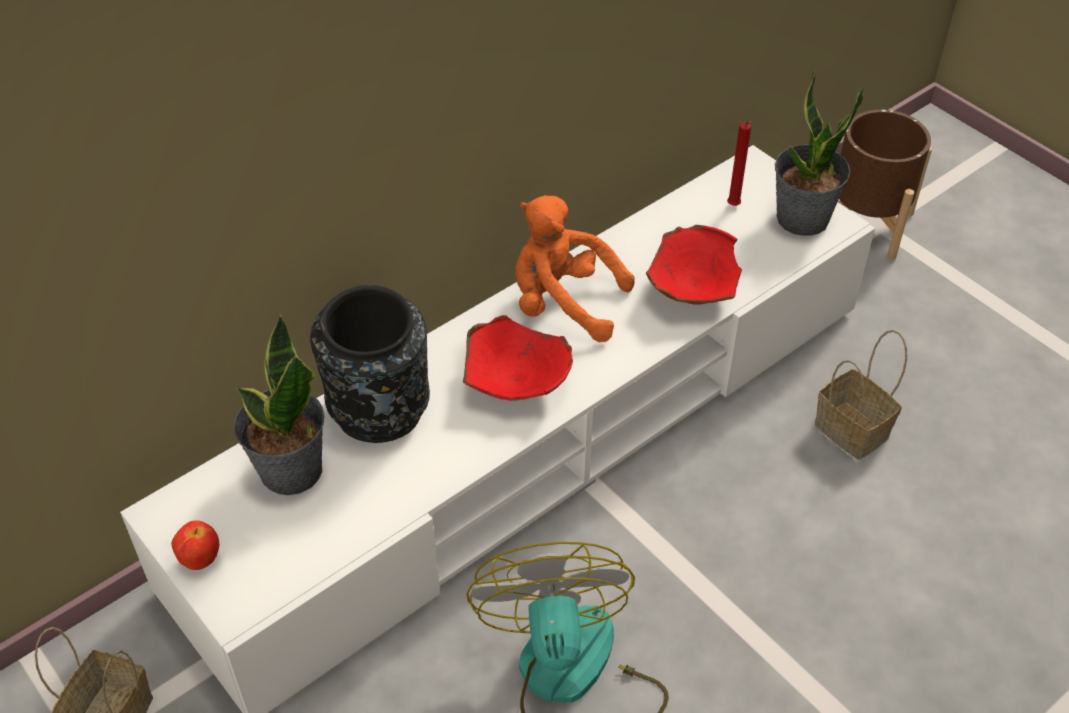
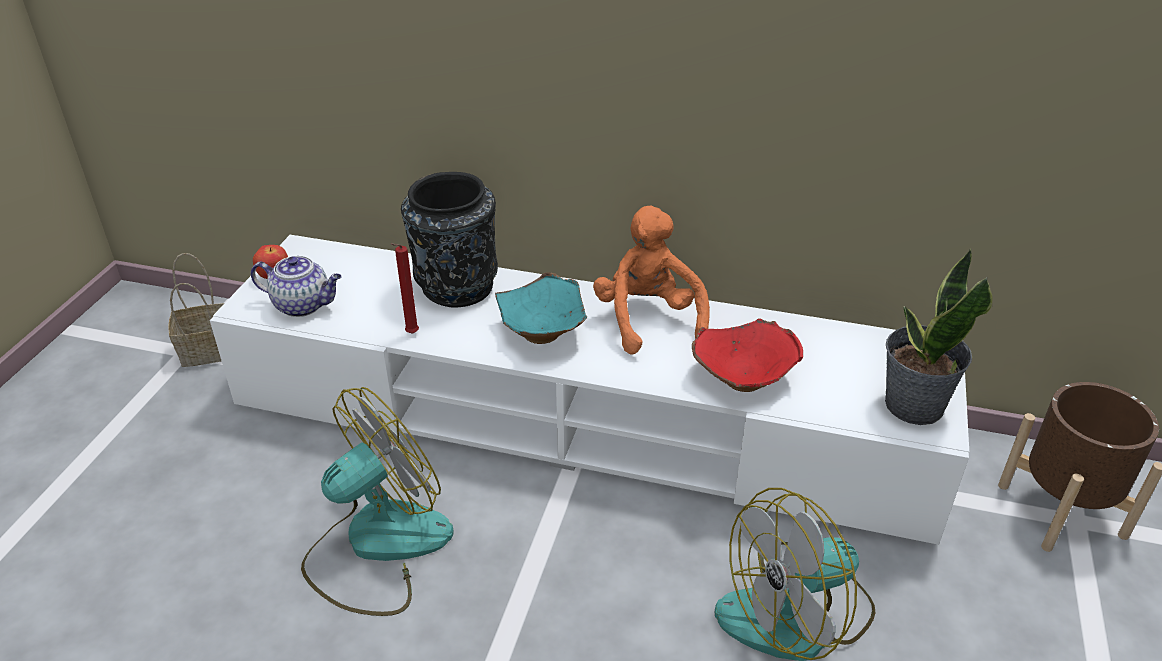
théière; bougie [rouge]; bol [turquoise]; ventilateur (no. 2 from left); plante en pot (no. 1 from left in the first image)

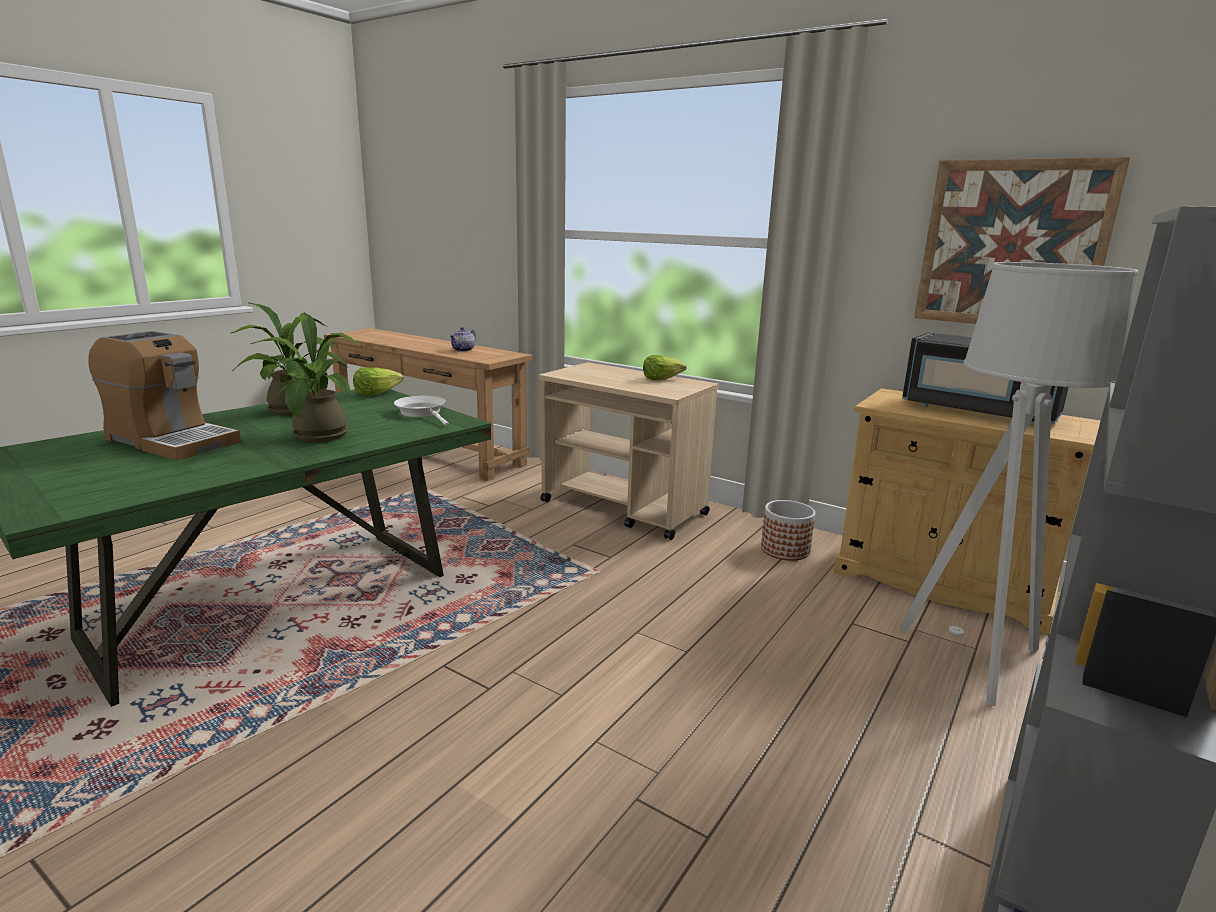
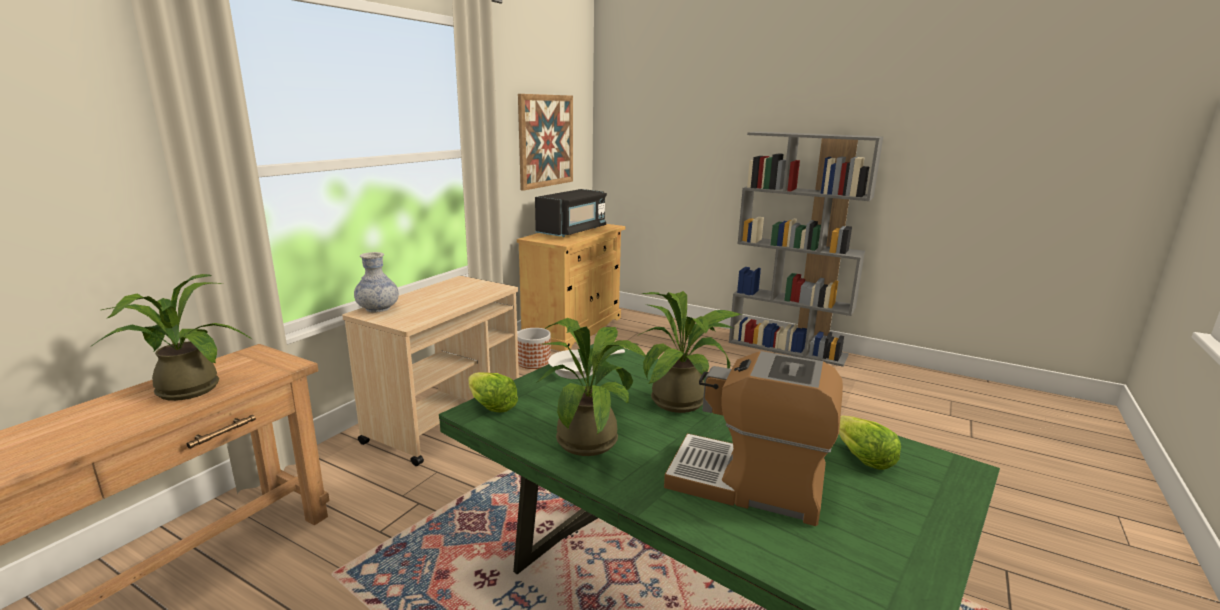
plante en pot (no. 1 from left); vase; machine à café; laitue (no. 2 from left); lampadaire [gris]

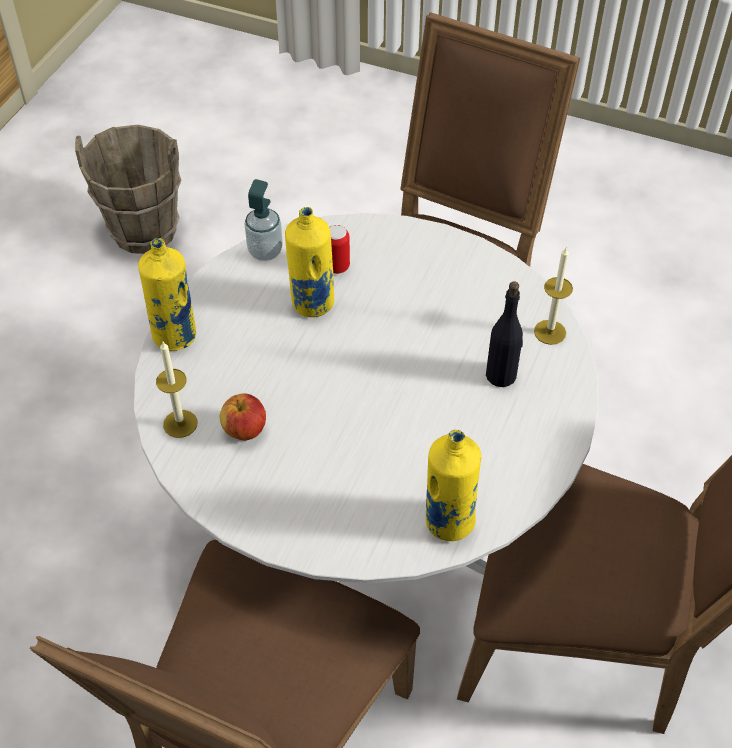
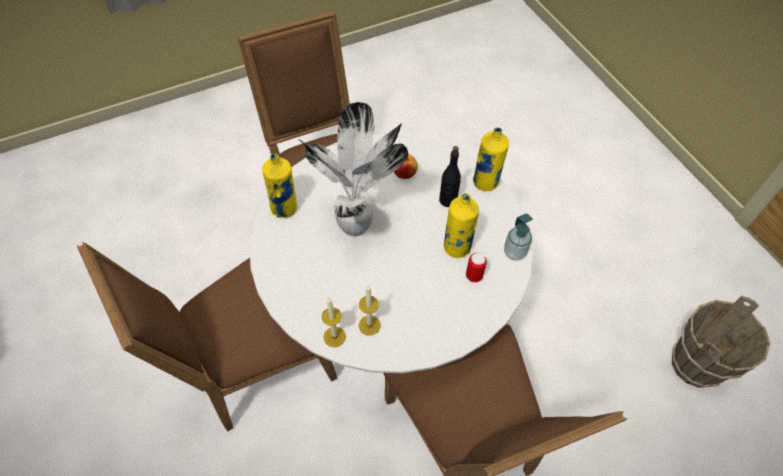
plante en pot; bougie (no. 2 from left); bouteille [noir]

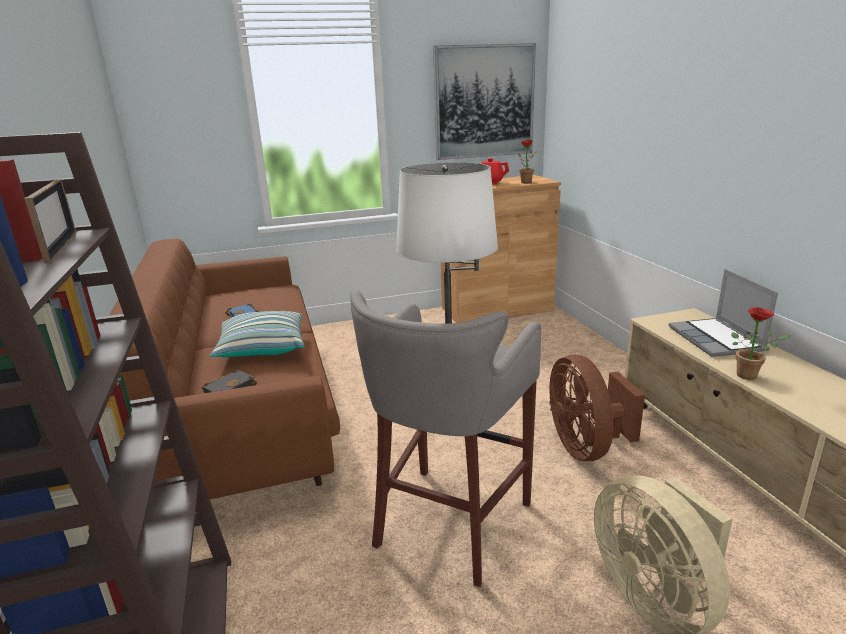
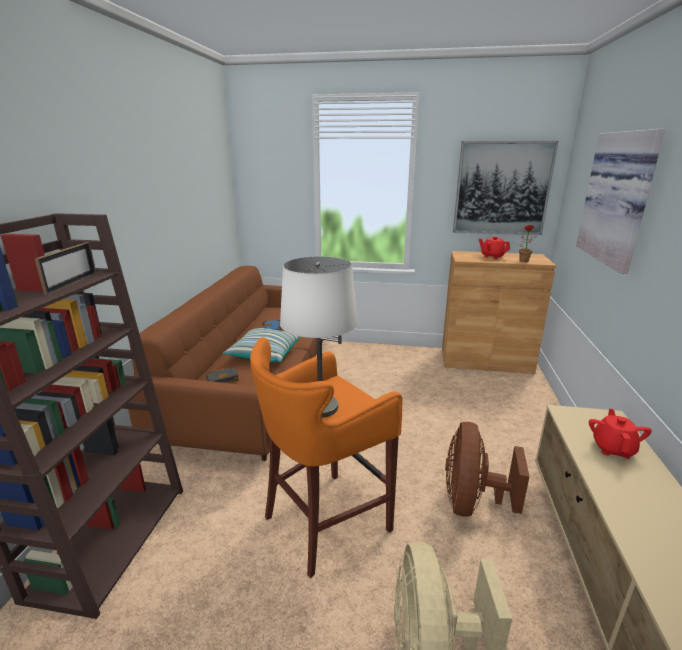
tabouret [orange]; tableau (no. 2 from left); théière [rouge] (no. 2 from left); plante en pot (no. 2 from left in the first image)

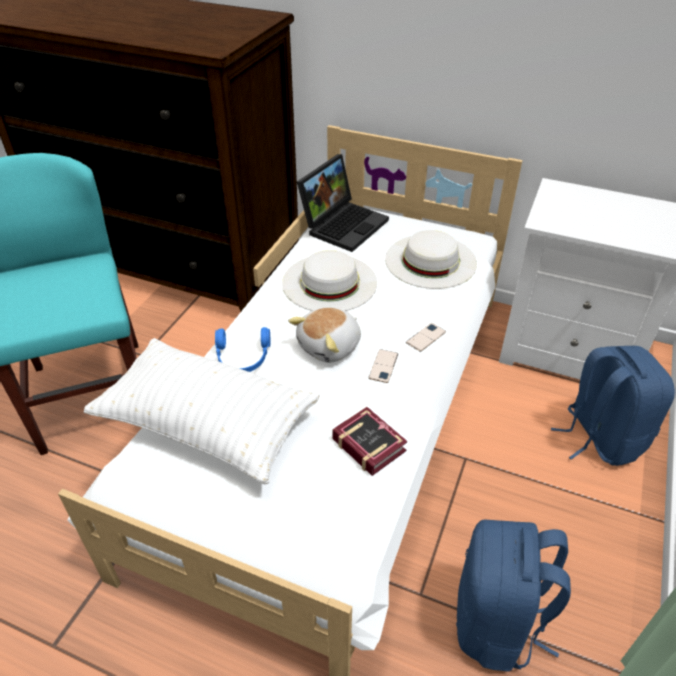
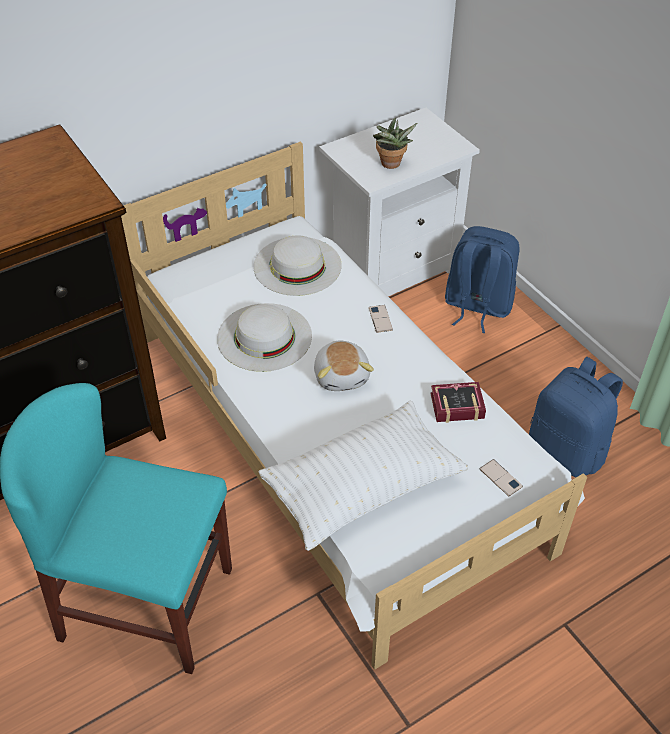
plante en pot; téléphone (no. 2 from left); casque audio [bleu]; ordinateur portable

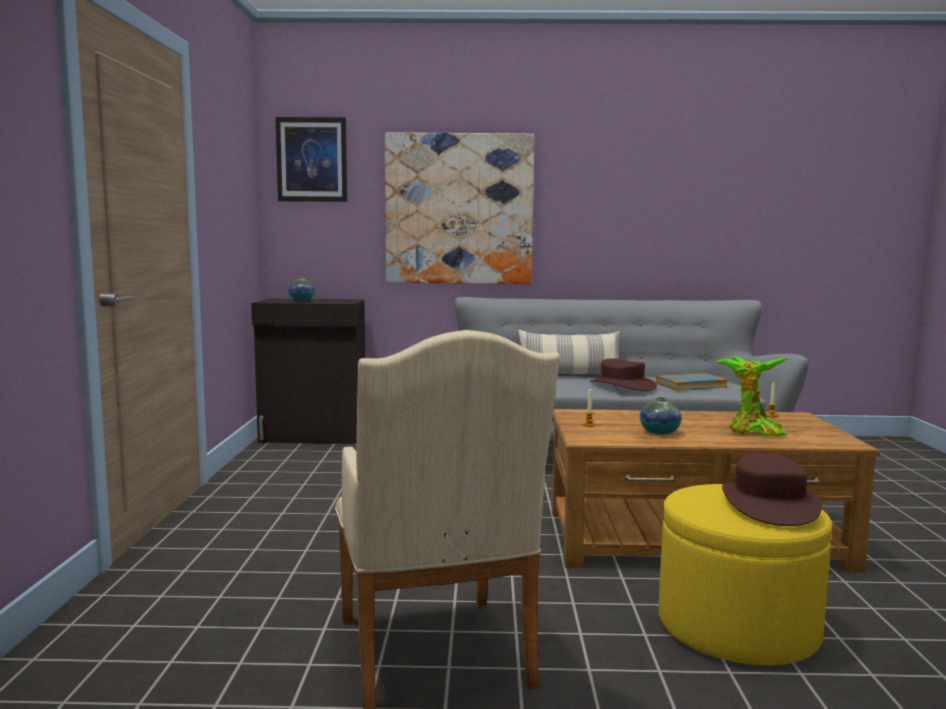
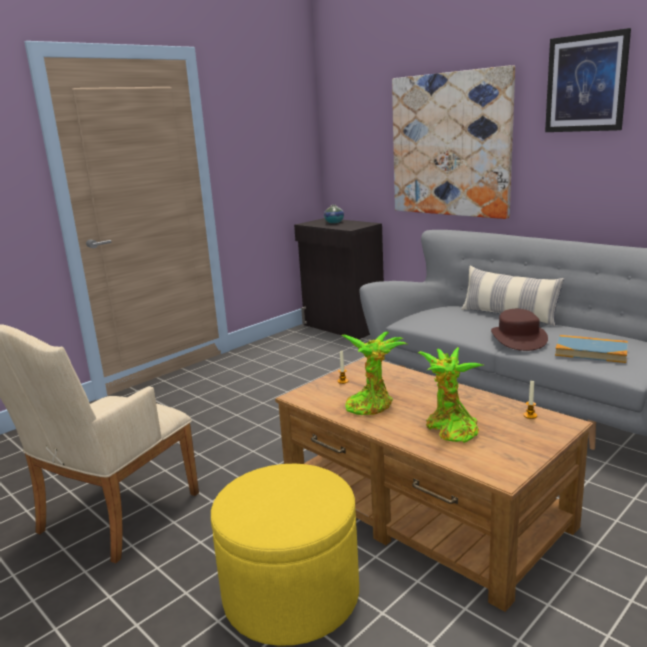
plante en pot (no. 1 from left); tableau (no. 2 from left); chapeau [marron] (no. 2 from left in the first image)

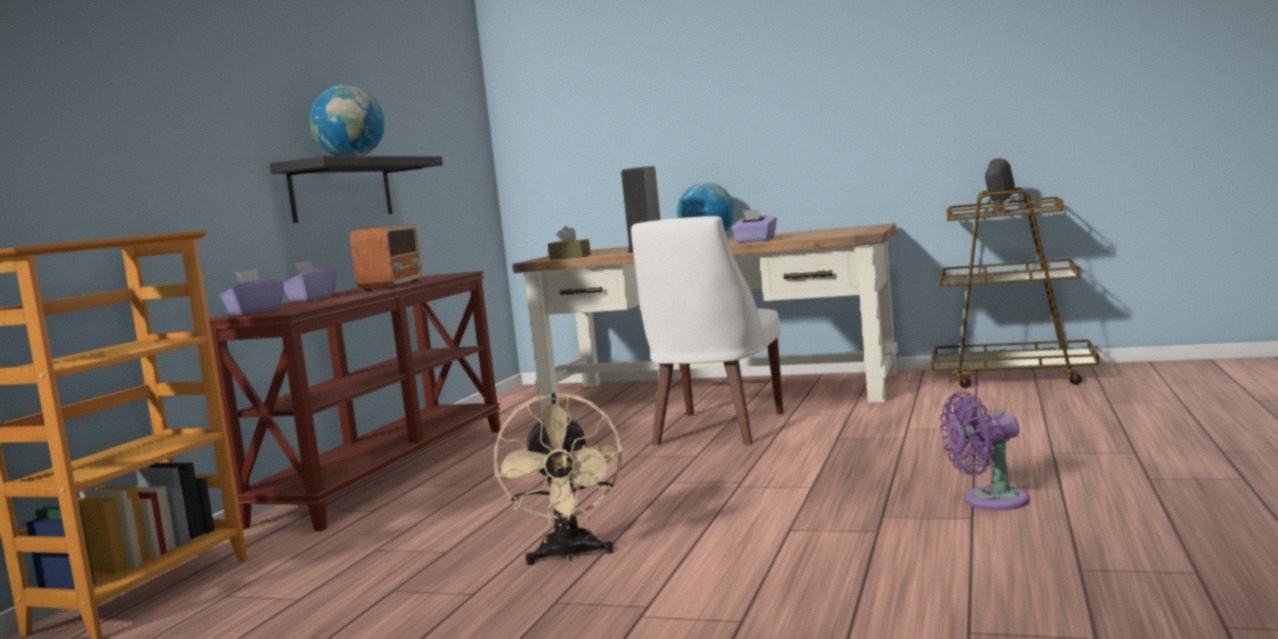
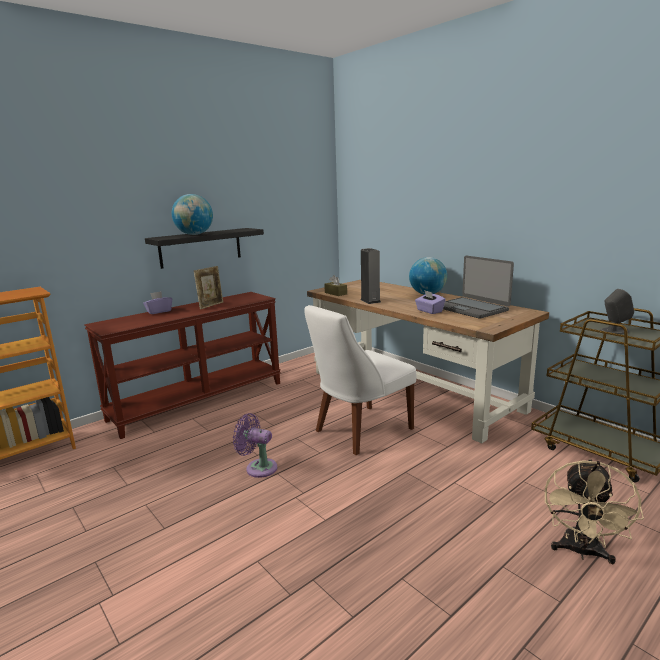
cadre photo; ventilateur [violet]; ordinateur portable; ventilateur [beige]; boîte à mouchoirs [violet] (no. 1 from left in the first image)

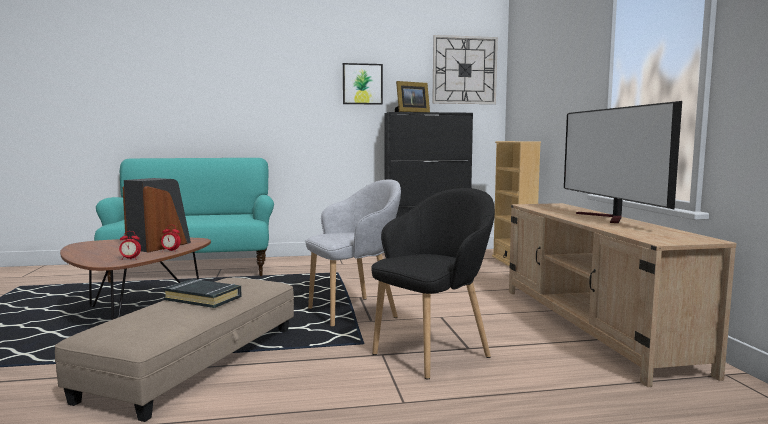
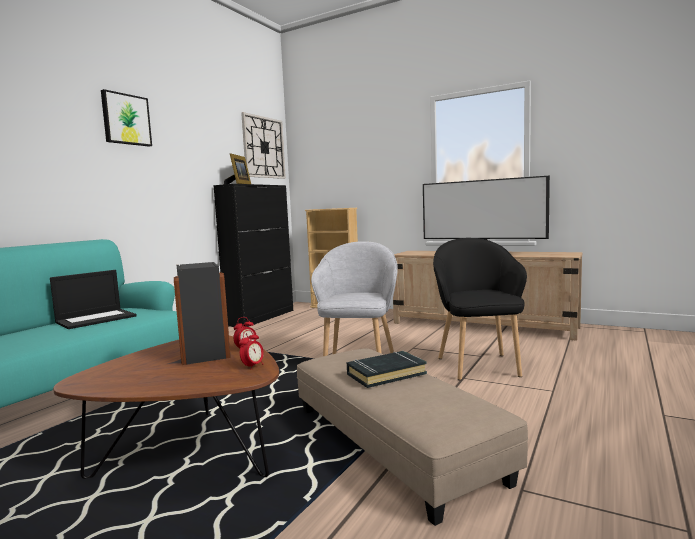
ordinateur portable; tableau

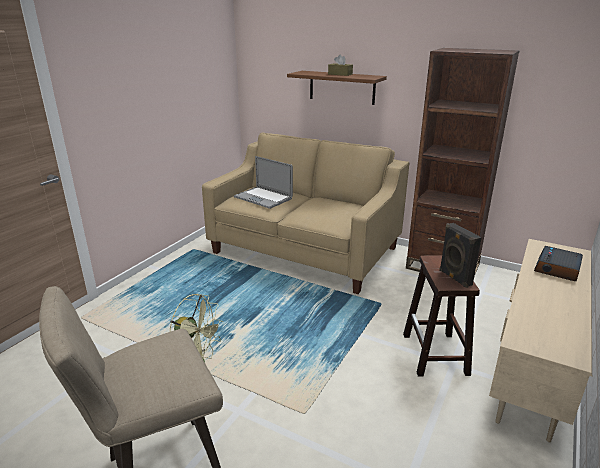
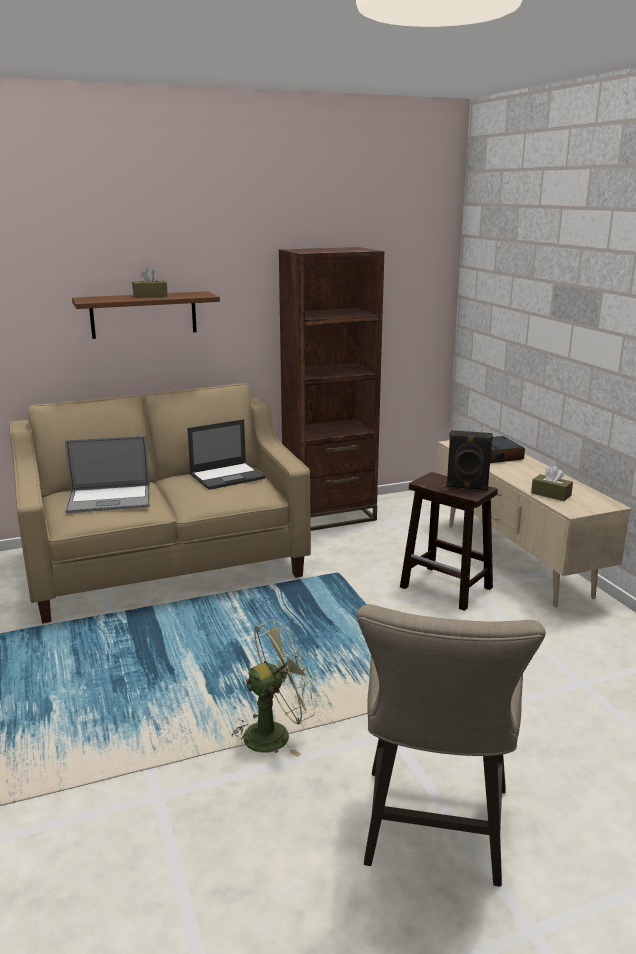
ordinateur portable (no. 2 from left); boîte à mouchoirs [marron] (no. 2 from left)

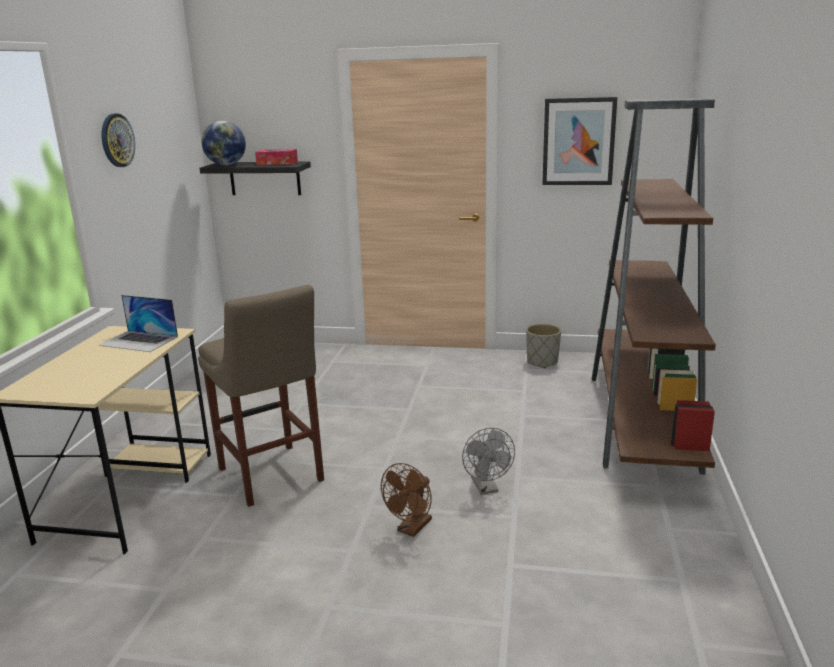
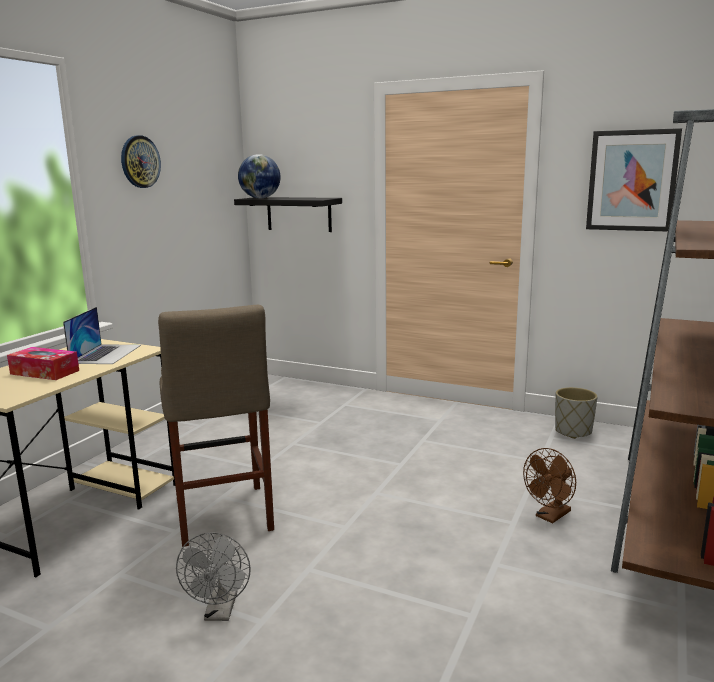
boîte à mouchoirs; ordinateur portable; ventilateur [gris]; ventilateur [marron]

